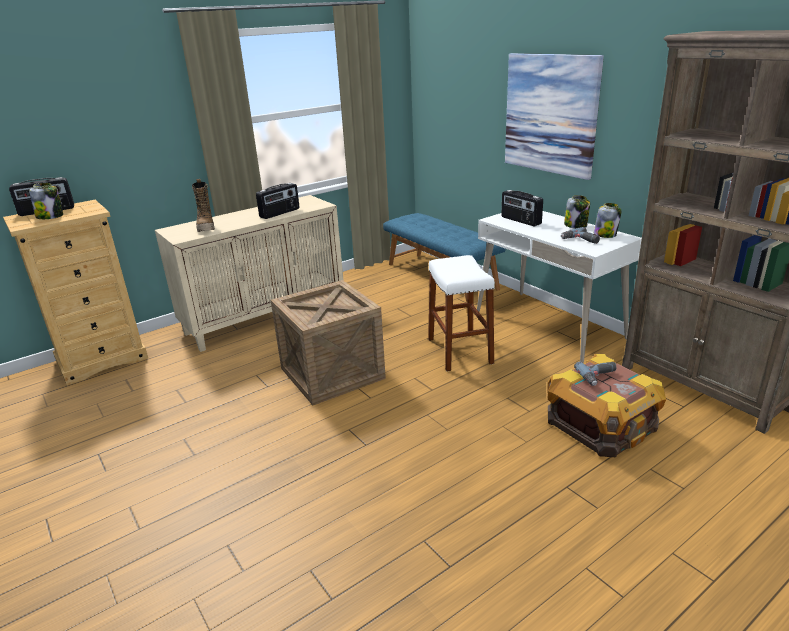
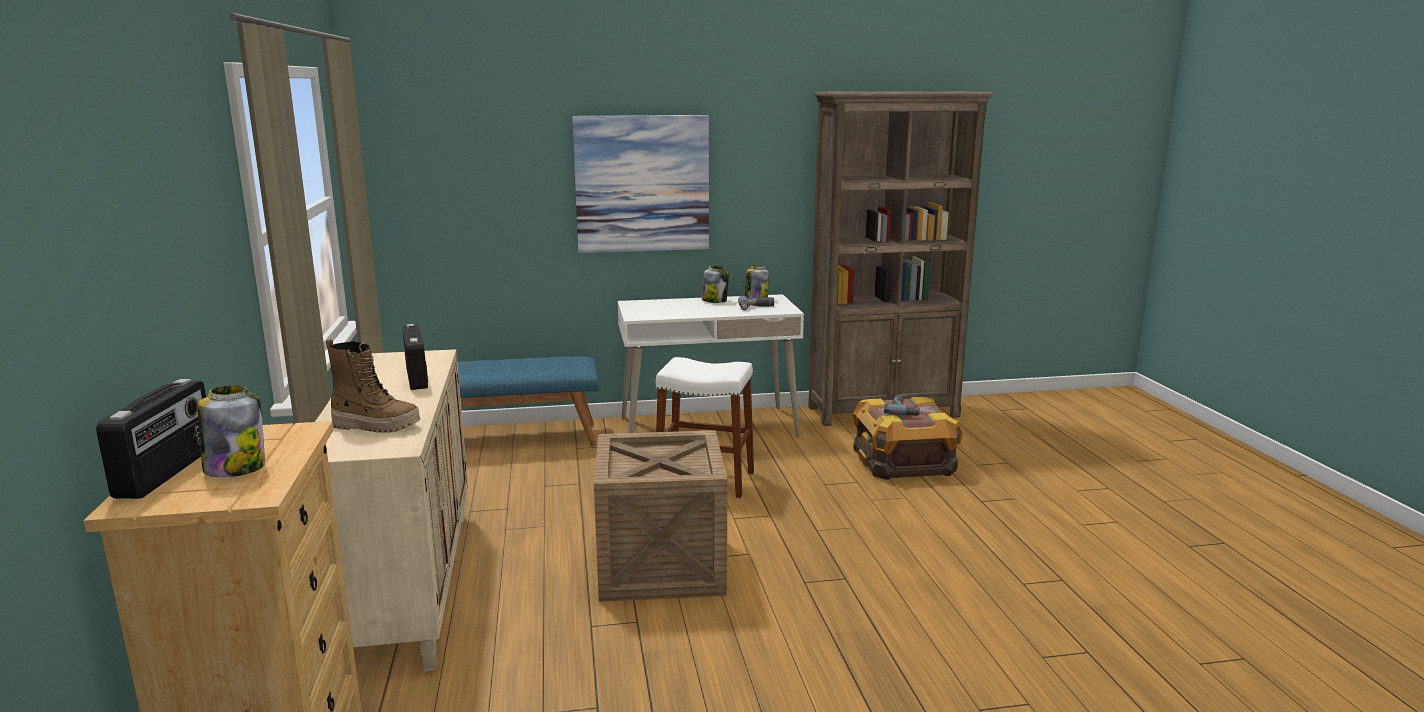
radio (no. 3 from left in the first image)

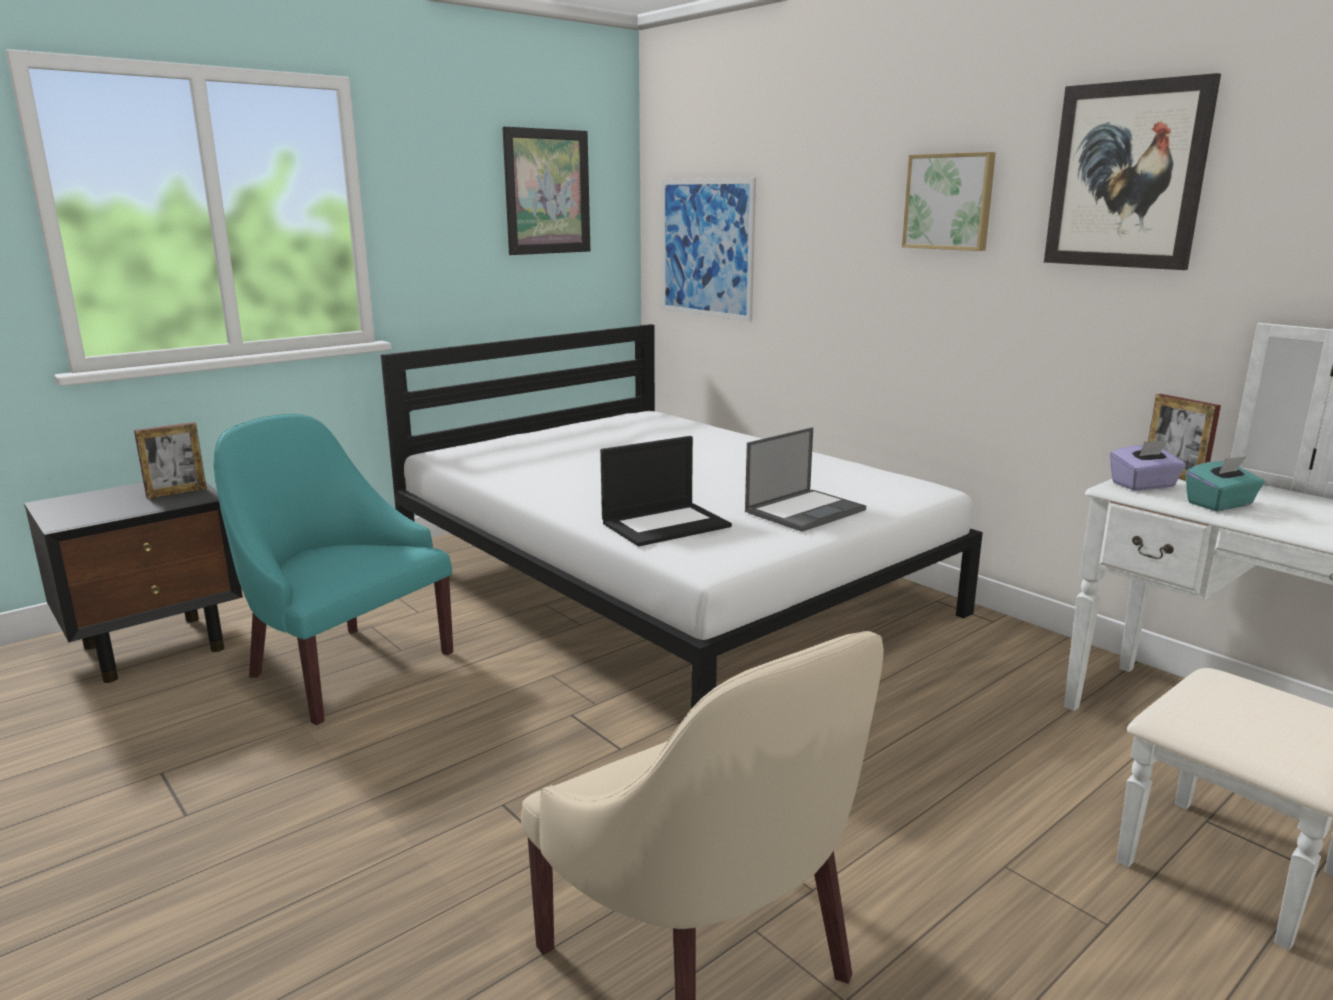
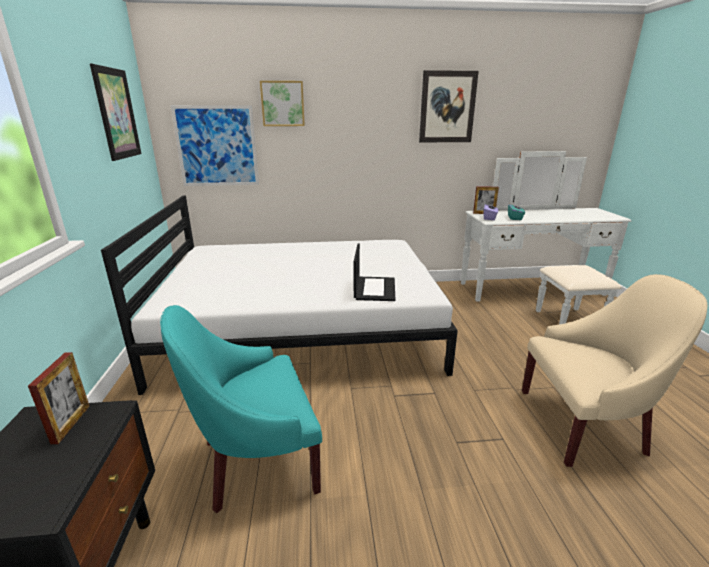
tableau (no. 3 from left); ordinateur portable (no. 2 from left in the first image)

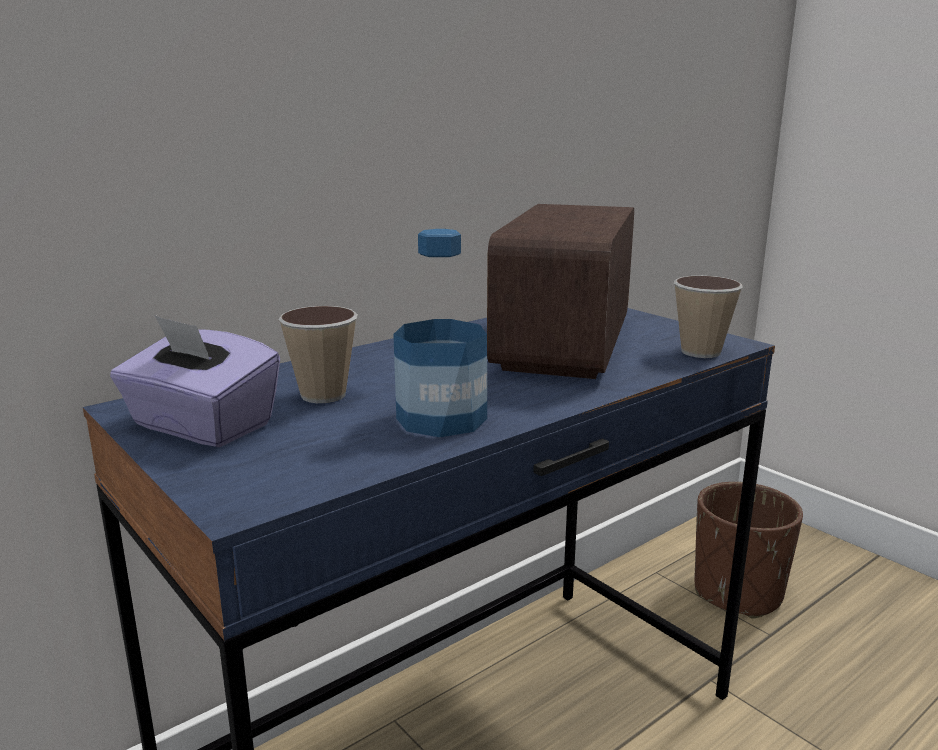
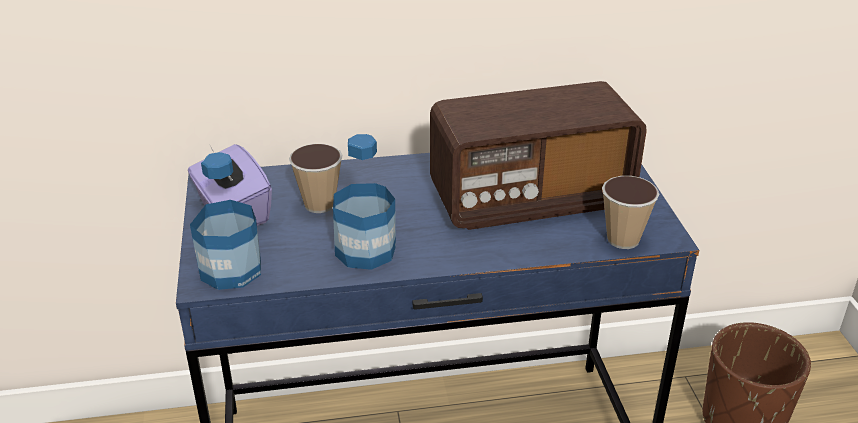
bouteille (no. 1 from left); radio

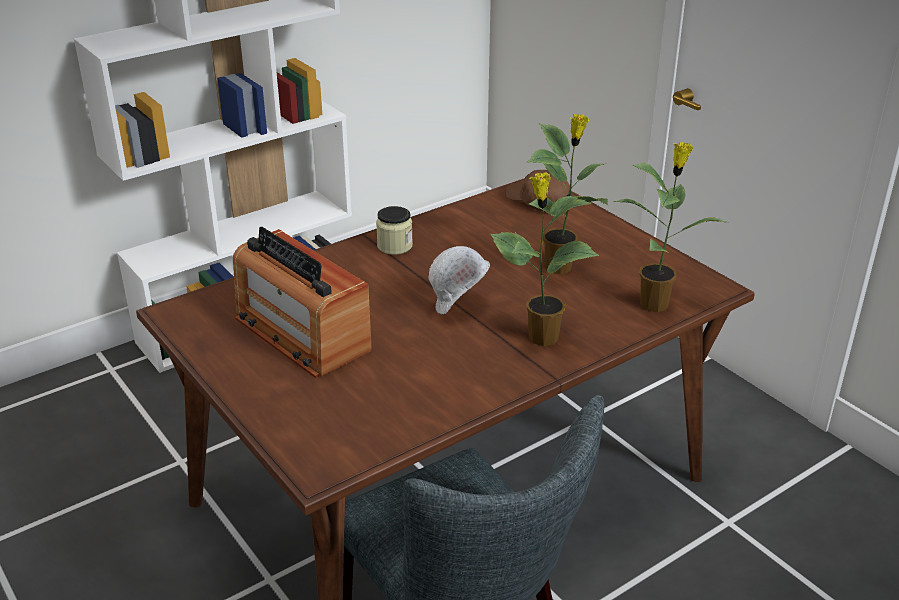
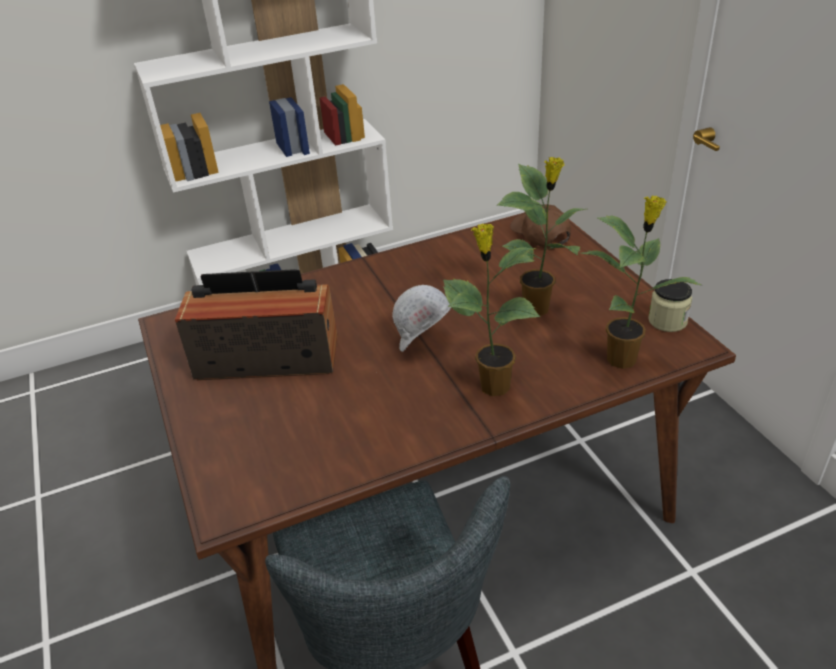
radio; bocal

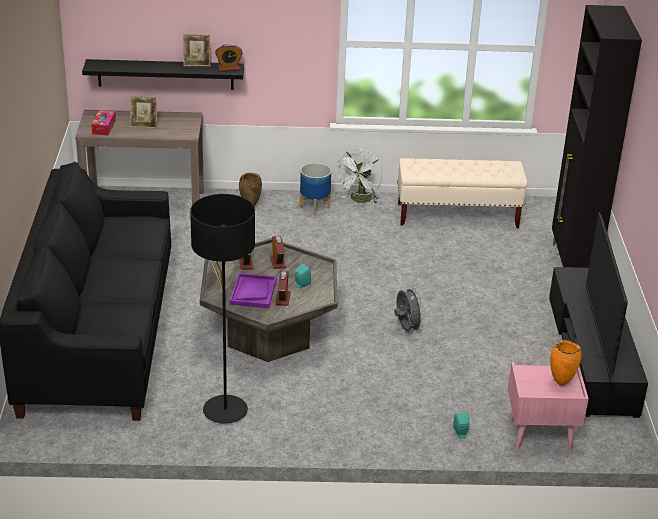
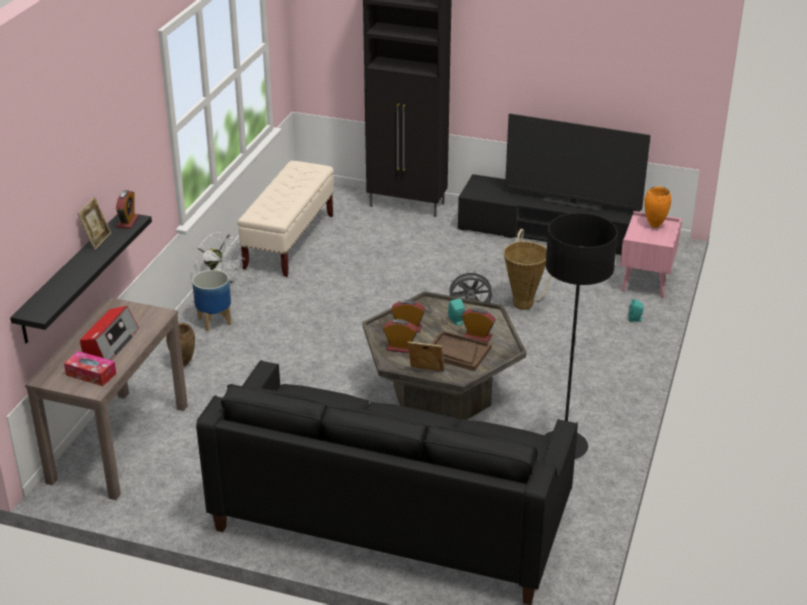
radio; plateau [marron]; panier

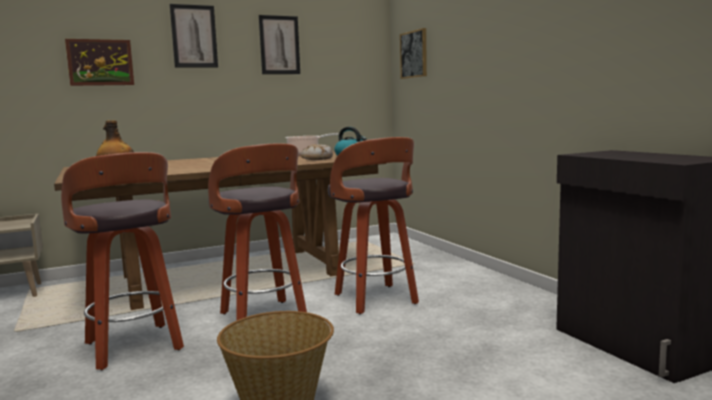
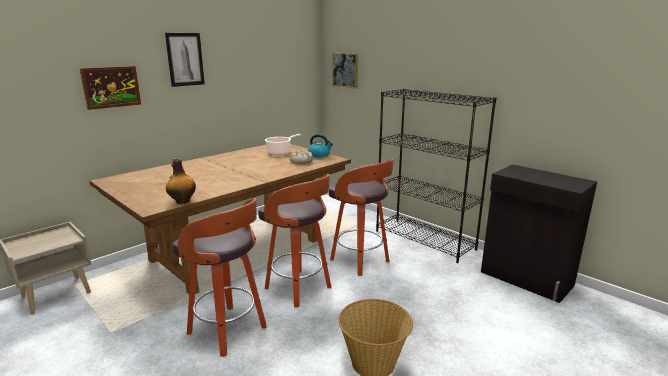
bibliothèque [noir]; tableau (no. 3 from left in the first image)

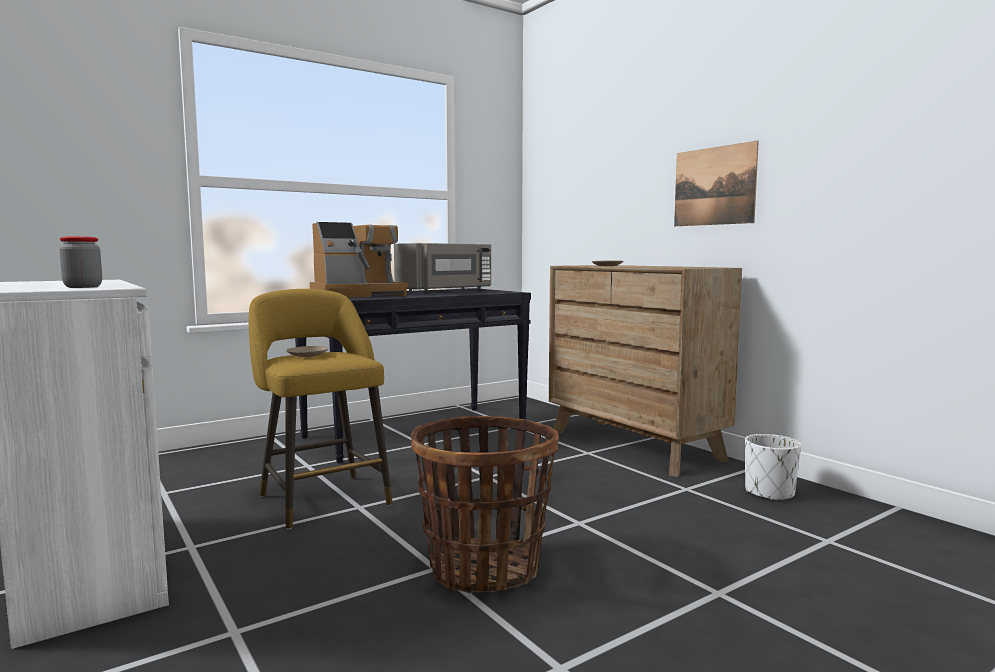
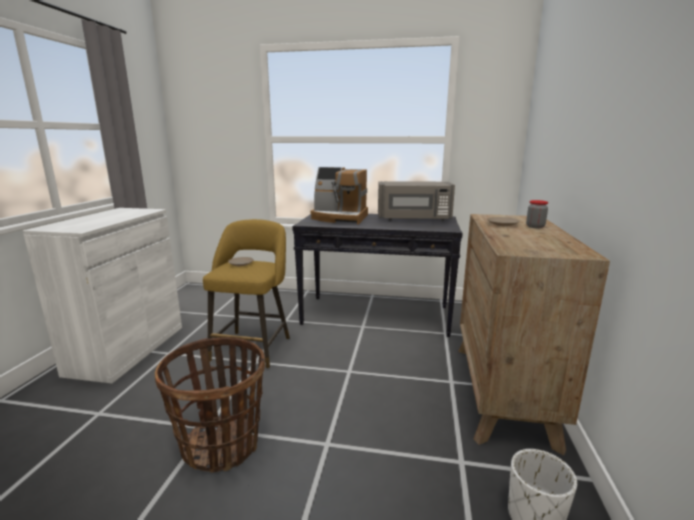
bocal; tableau

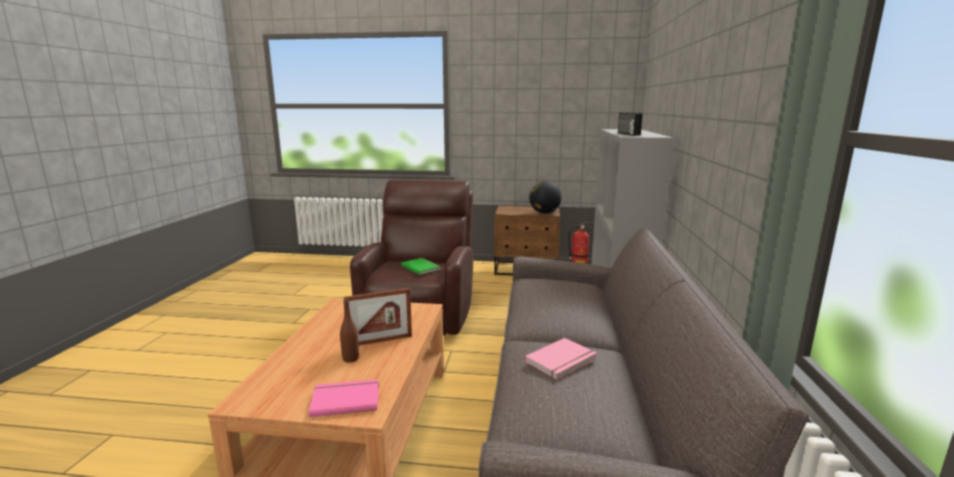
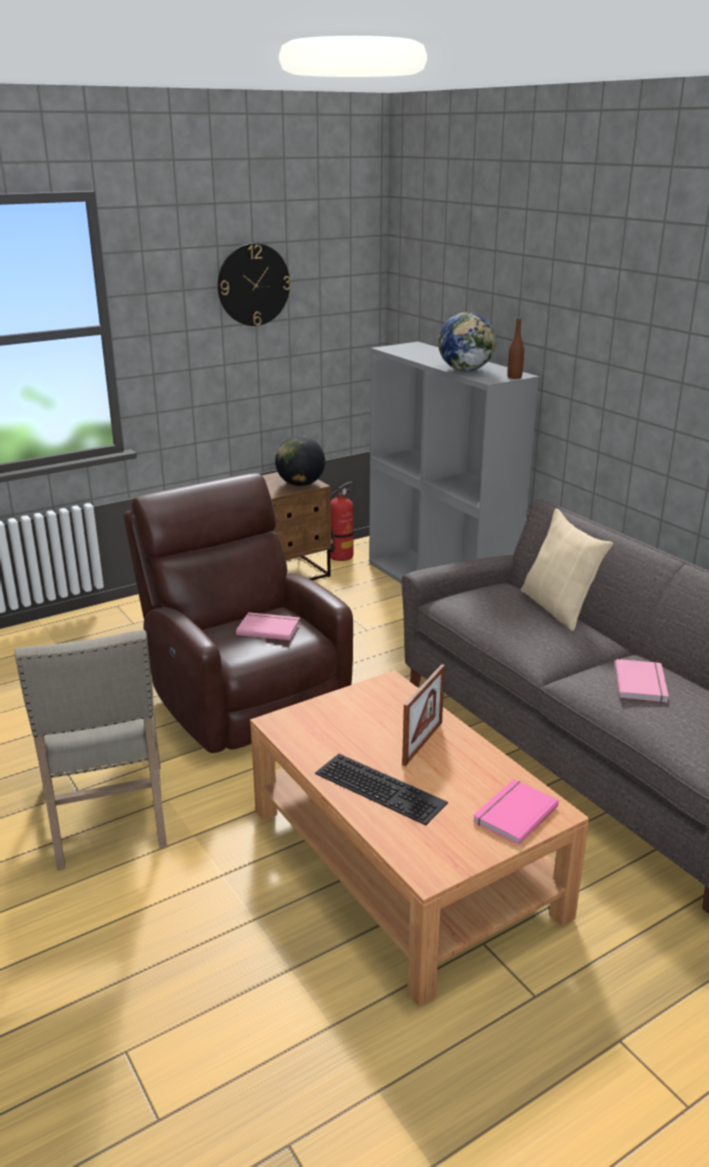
chaise [beige]; horloge murale; livre [rose] (no. 1 from left); clavier; globe (no. 2 from left); bouteille [marron]; coussin [beige]

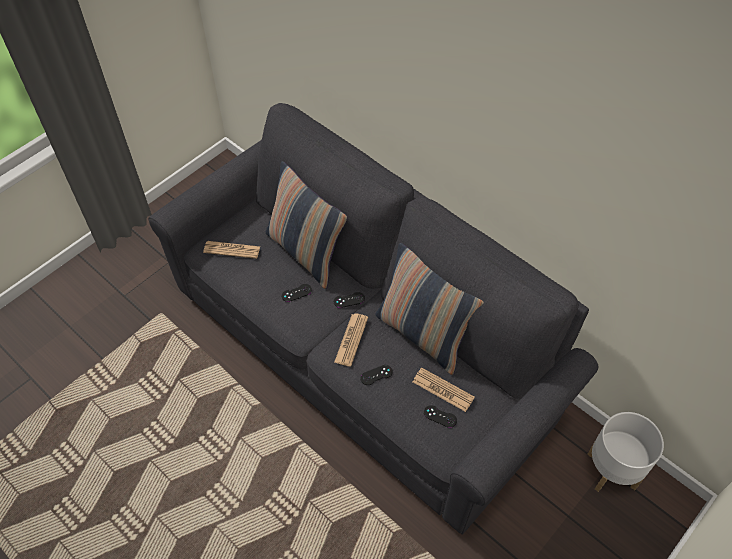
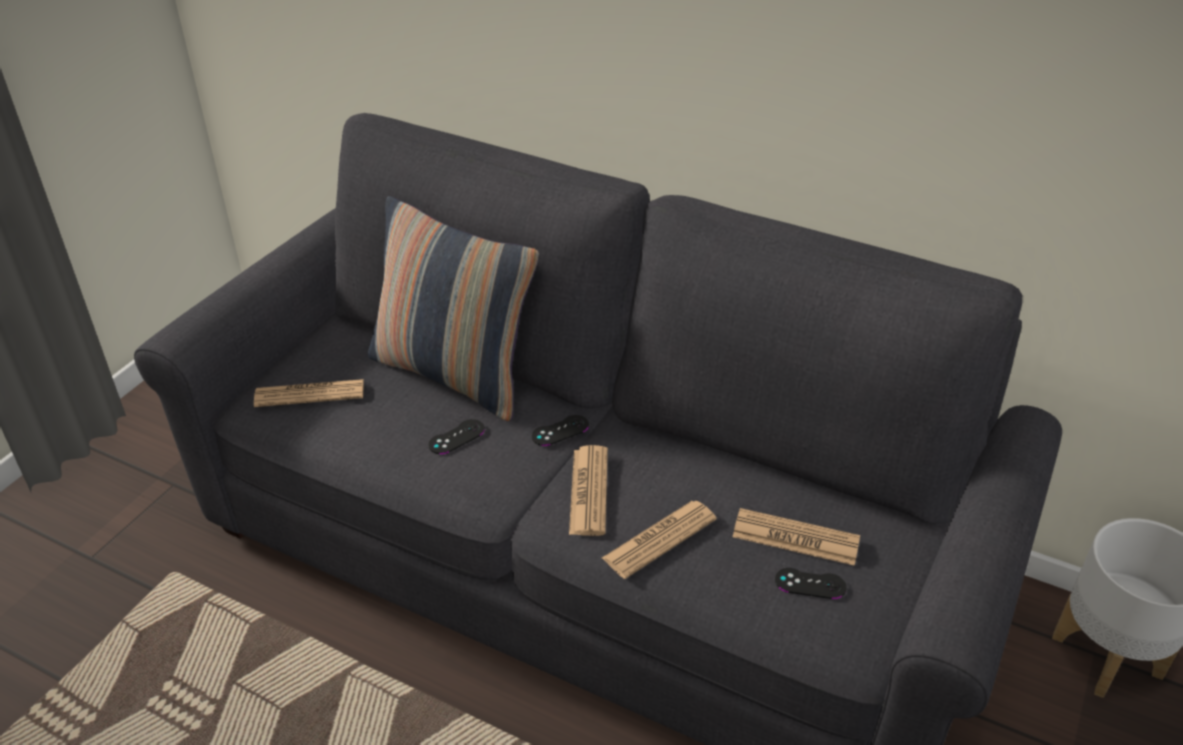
journal (no. 3 from left); coussin (no. 2 from left in the first image)

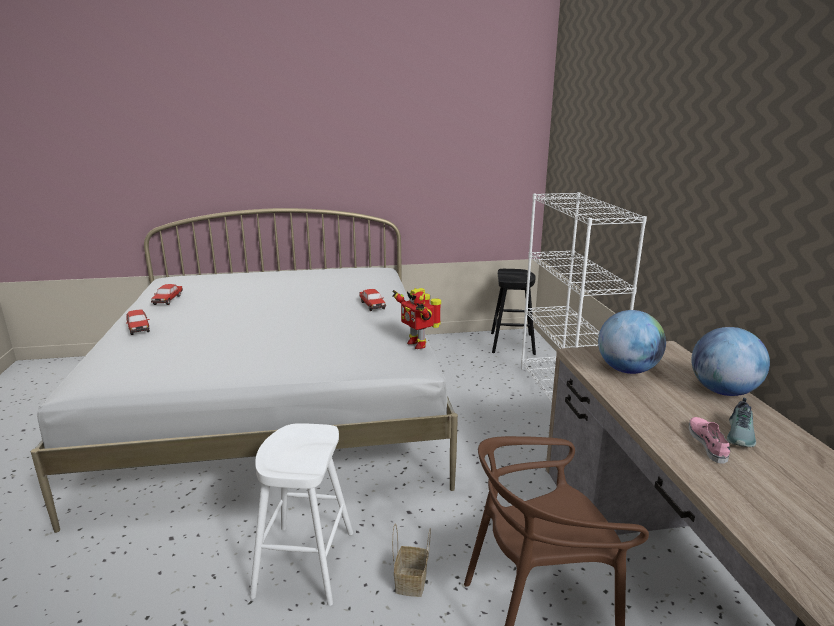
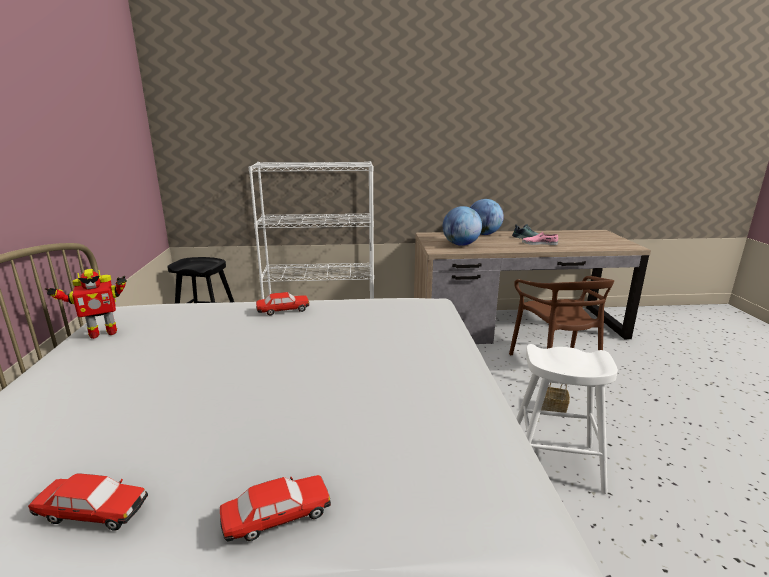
robot jouet

